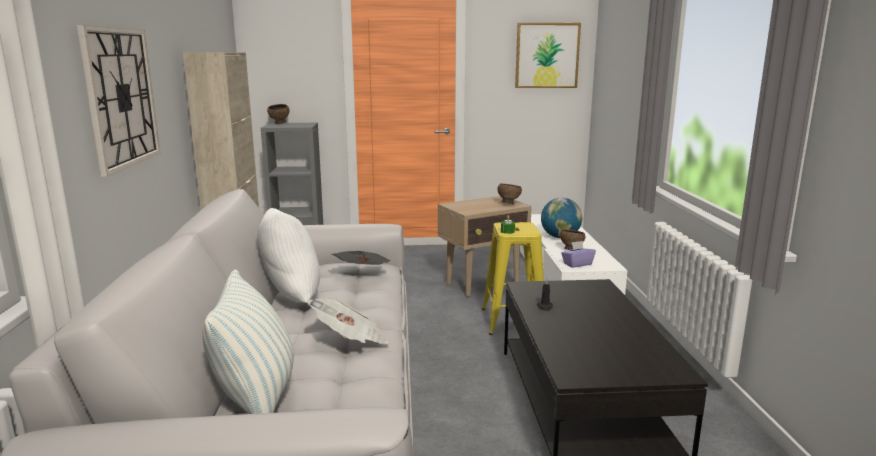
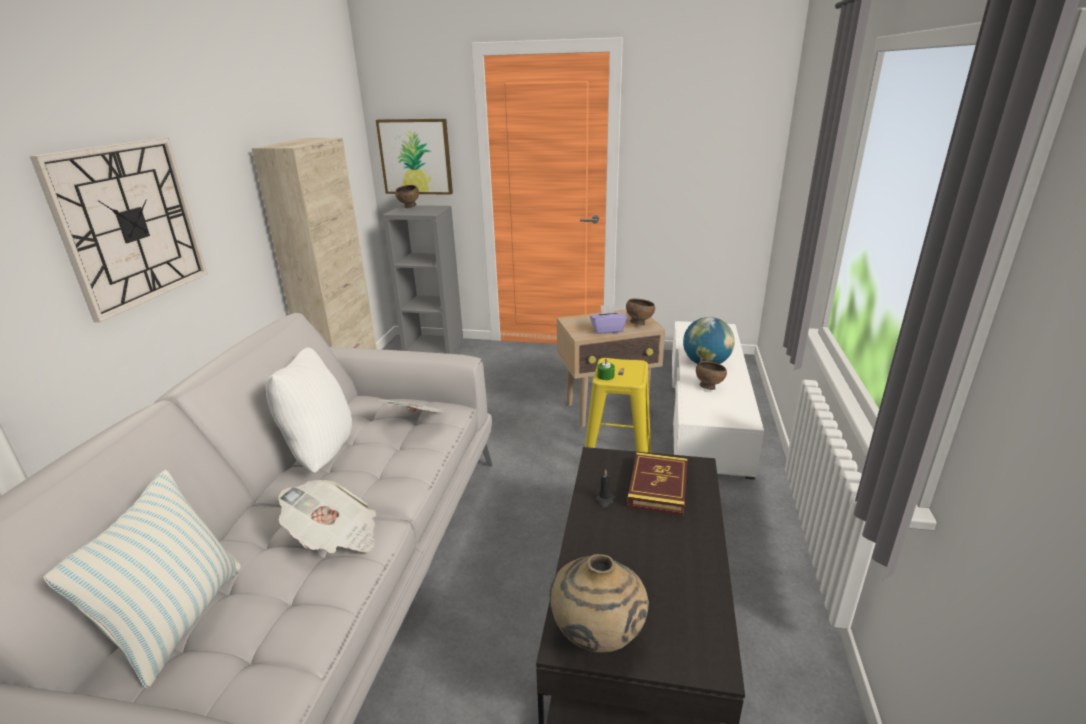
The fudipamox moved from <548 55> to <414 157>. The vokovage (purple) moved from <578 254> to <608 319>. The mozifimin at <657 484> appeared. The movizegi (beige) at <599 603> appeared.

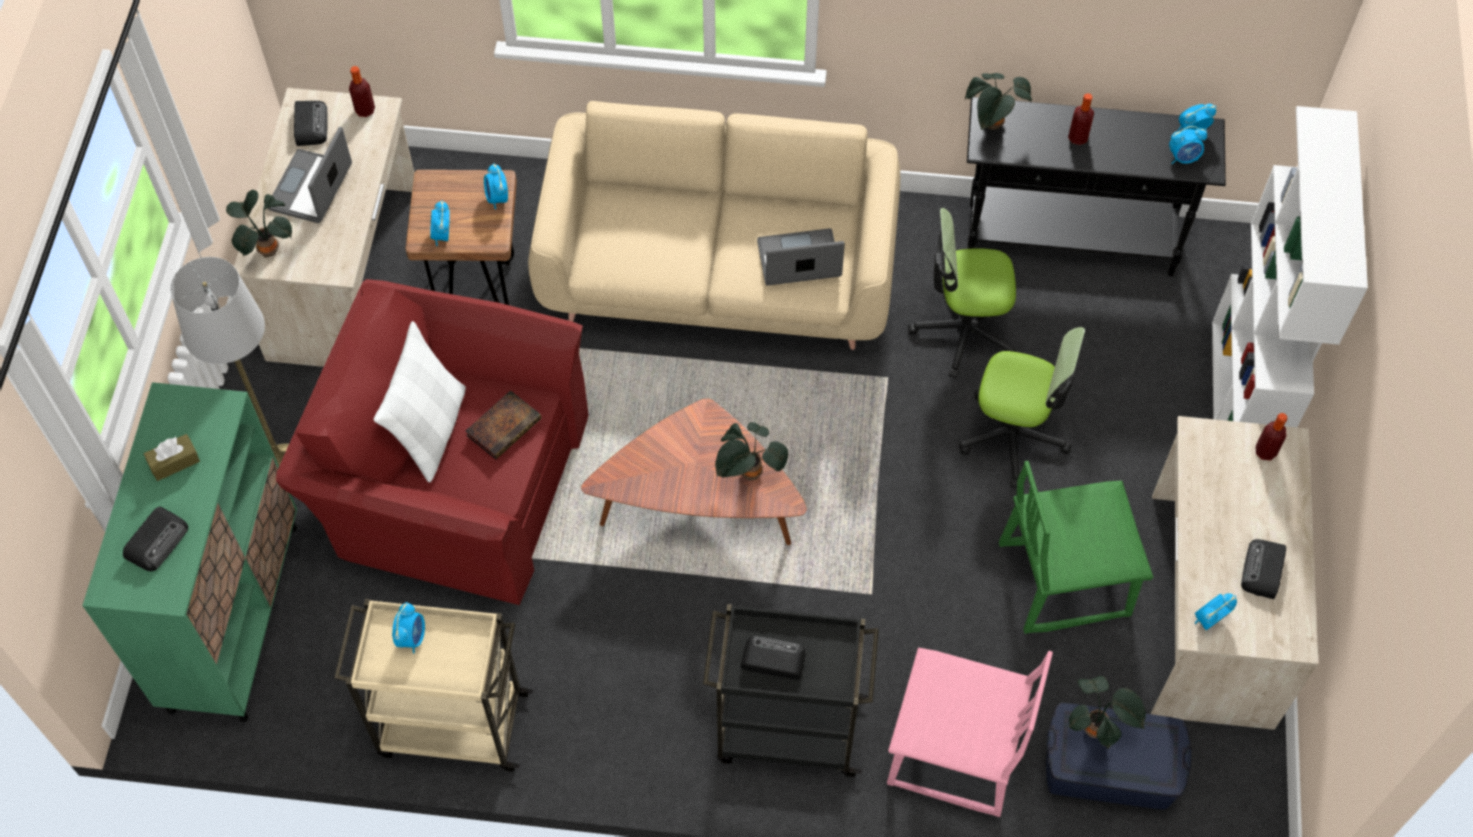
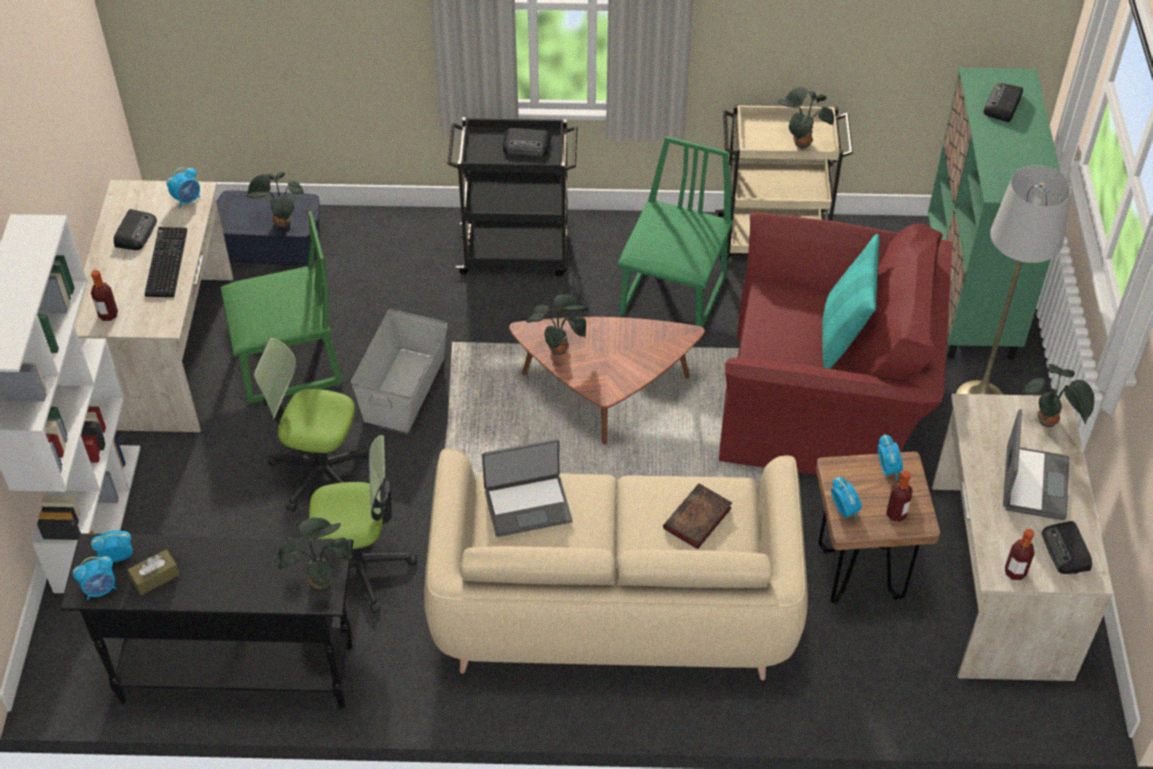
The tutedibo moved from <1081 119> to <899 496>. The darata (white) at <419 401> became the darata (turquoise) at <850 301>. The mozifimin moved from <503 425> to <697 516>. The vokovage (brown) moved from <172 457> to <153 572>. The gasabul at <408 628> was replaced by the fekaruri at <806 118>. The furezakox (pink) at <970 732> disappeared. The furezakox (green) at <675 231> appeared. The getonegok at <166 262> appeared. The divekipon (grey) at <399 371> appeared.

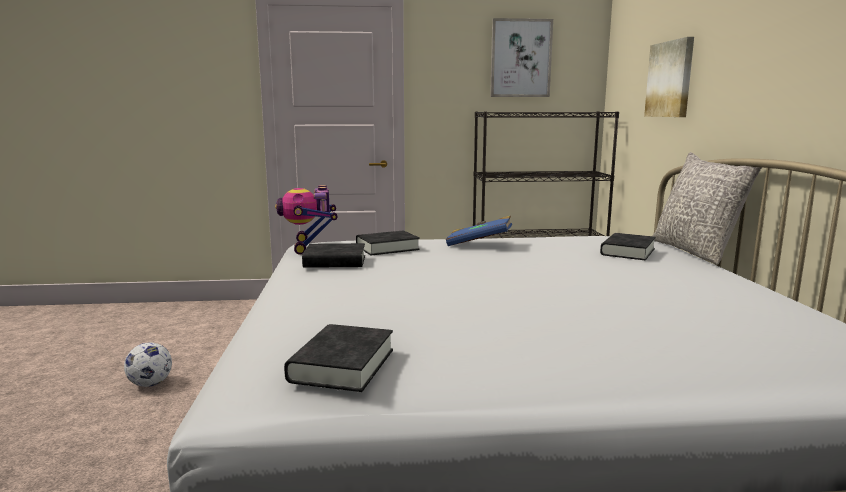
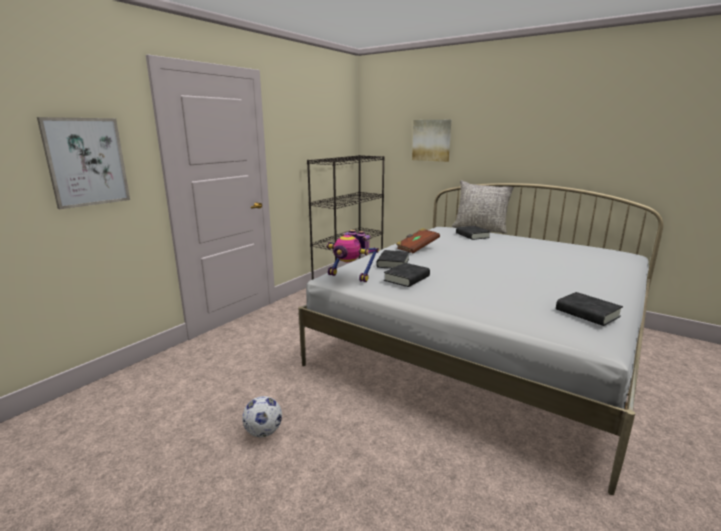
The fudipamox moved from <521 57> to <83 163>. The mozifimin (blue) at <479 231> became the mozifimin (brown) at <418 240>.

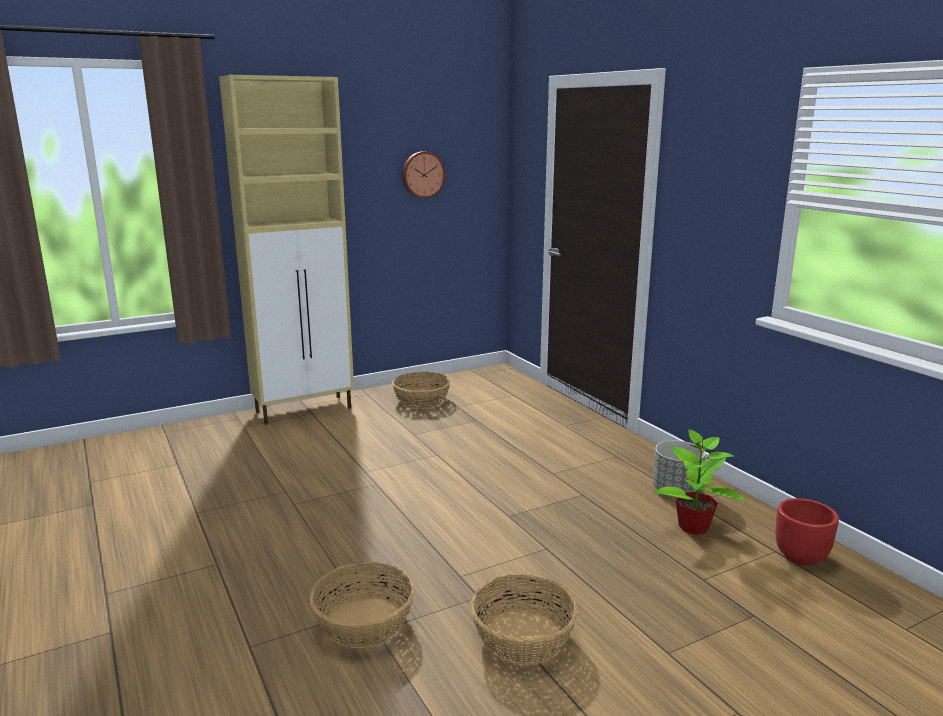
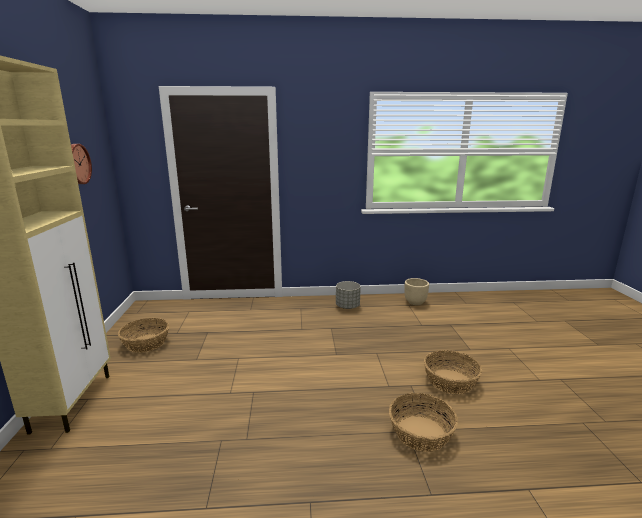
The fekaruri at <700 482> disappeared. The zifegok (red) at <807 532> became the zifegok (beige) at <417 291>.

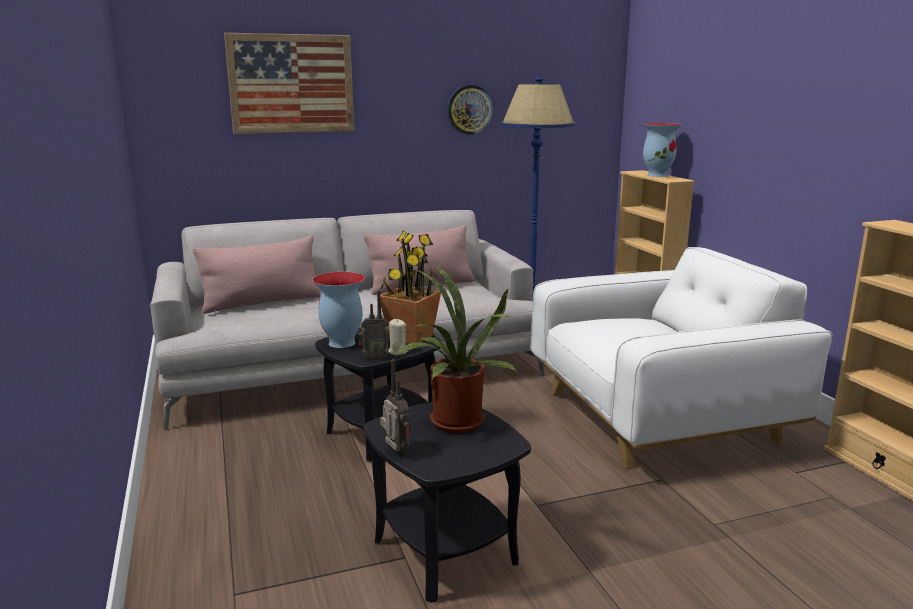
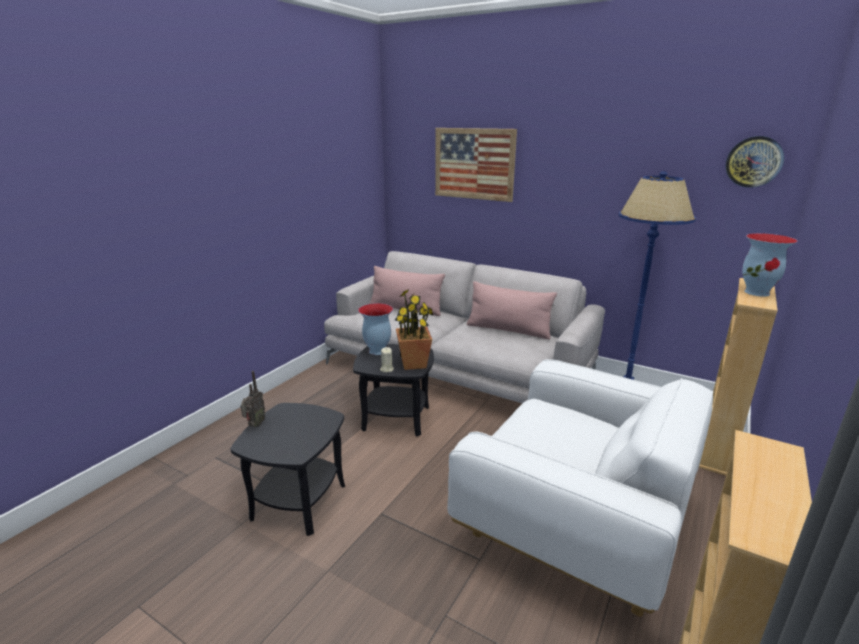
The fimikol moved from <470 110> to <754 162>. The fekaruri at <450 349> disappeared. The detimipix at <373 325> disappeared.

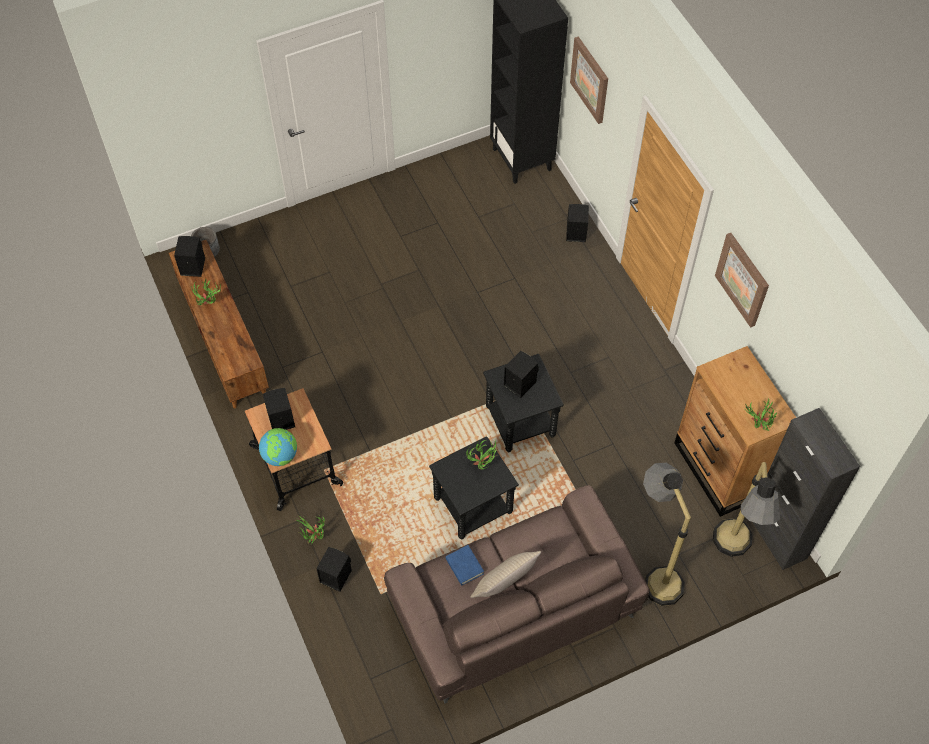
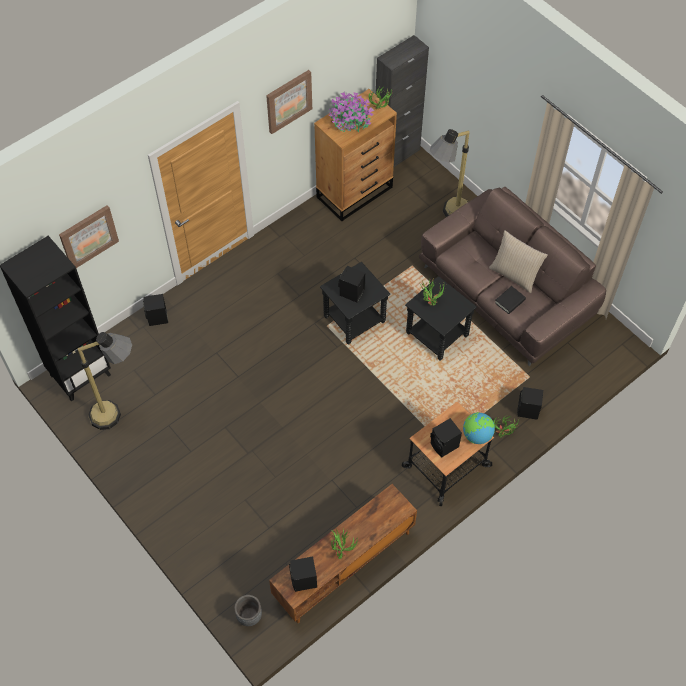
The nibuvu moved from <747 509> to <105 381>. The mozifimin (blue) at <464 565> became the mozifimin (black) at <510 300>. The fekaruri at <351 112> appeared.

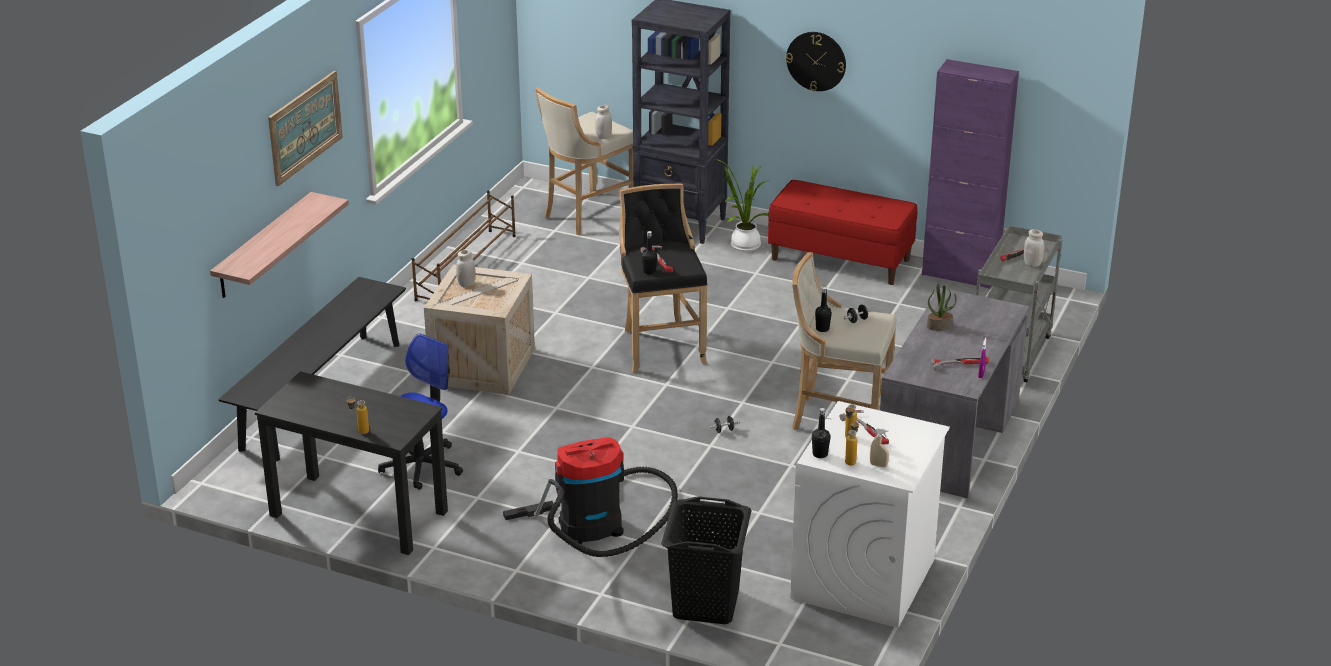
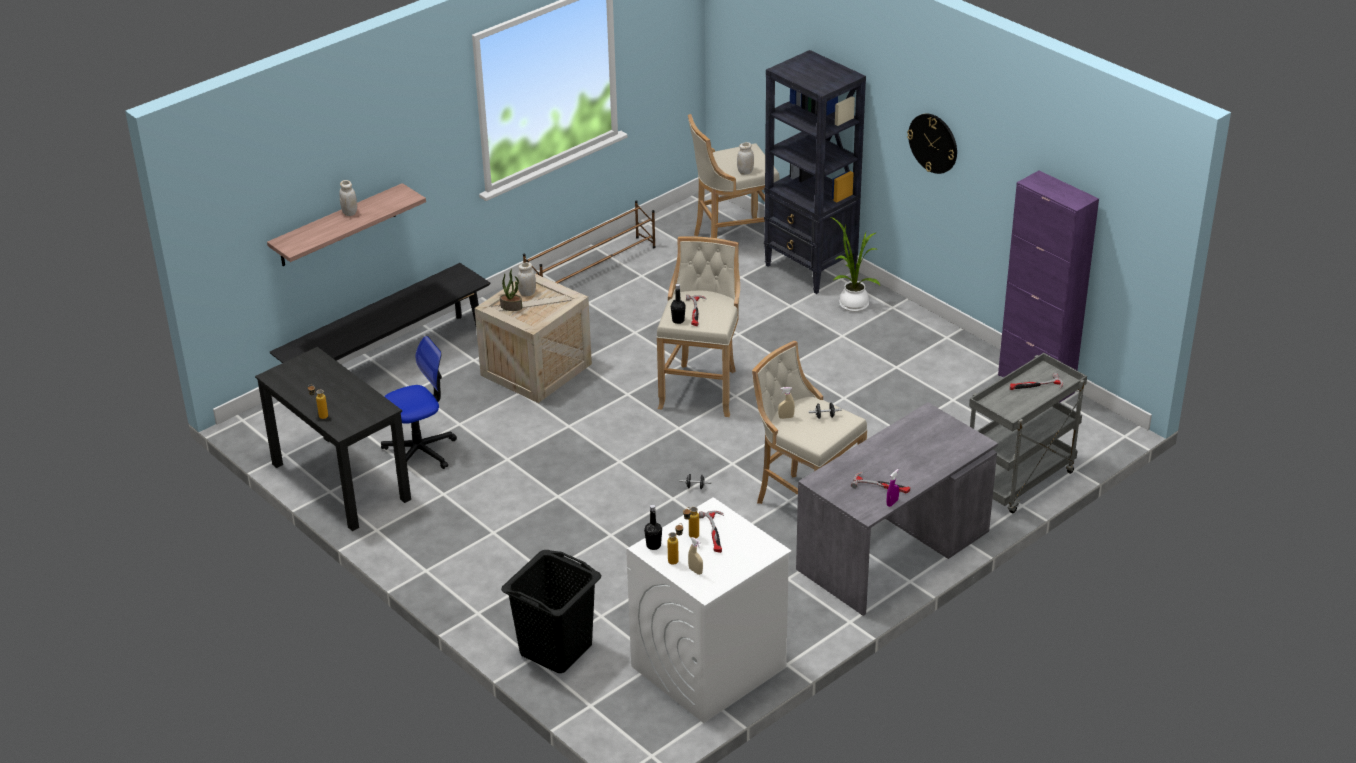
The fudipamox at <305 128> disappeared. The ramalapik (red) at <843 232> disappeared. The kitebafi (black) at <663 278> became the kitebafi (beige) at <698 326>. The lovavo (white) moved from <1034 248> to <348 198>. The fekaruri moved from <942 307> to <511 290>. The tutedibo (black) at <823 309> was replaced by the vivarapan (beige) at <786 403>. The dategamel at <590 497> disappeared.

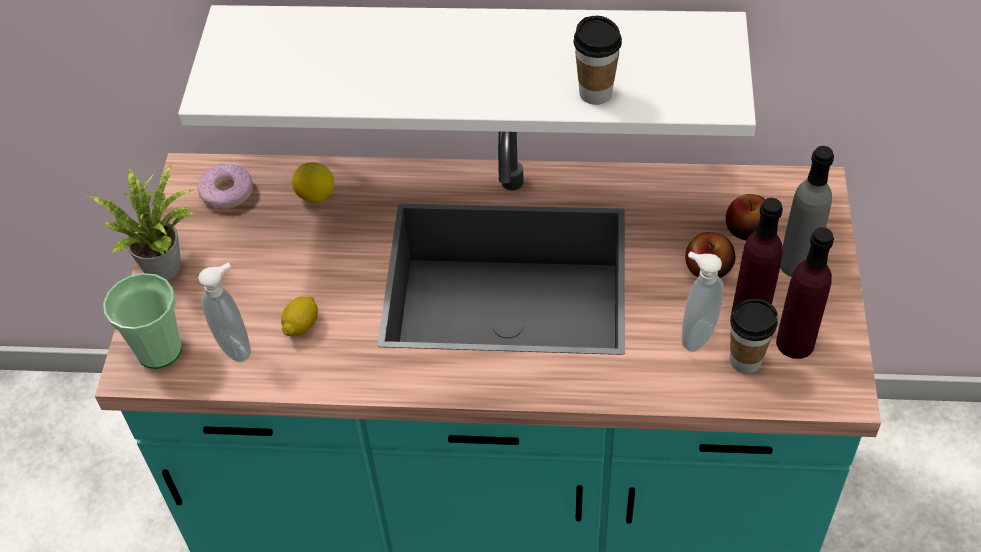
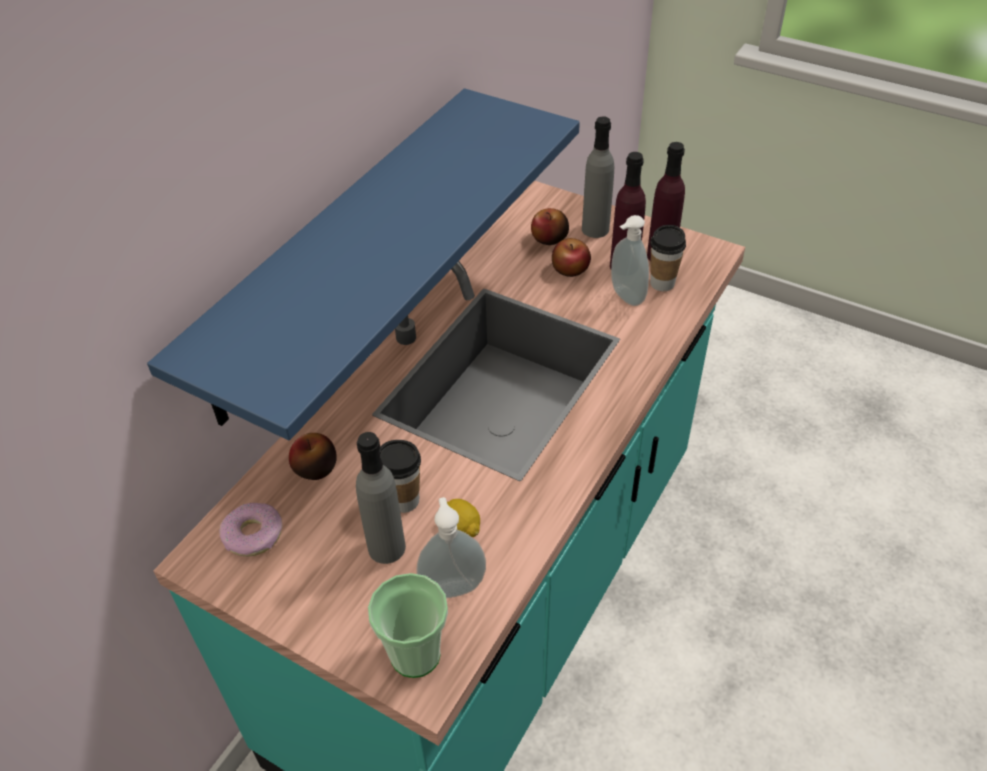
The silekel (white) at <467 70> became the silekel (blue) at <363 264>. The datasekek moved from <598 60> to <400 476>. The fekaruri at <142 221> disappeared. The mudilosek at <313 183> was replaced by the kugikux at <313 456>. The tutedibo (grey) at <381 498> appeared.

